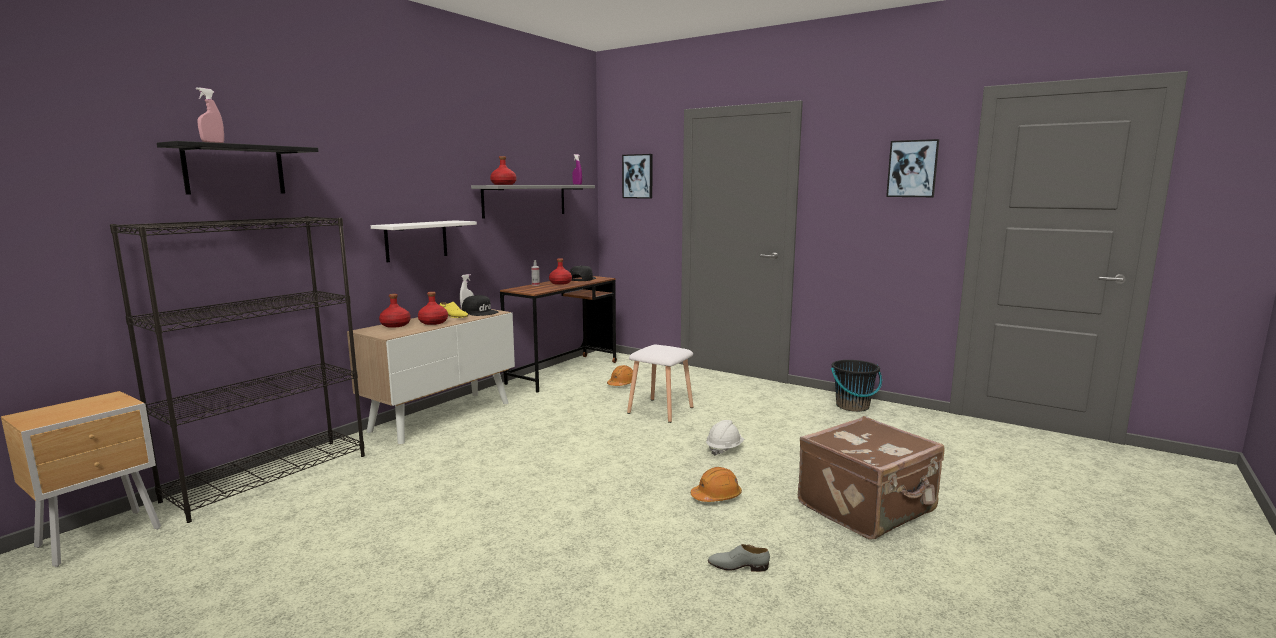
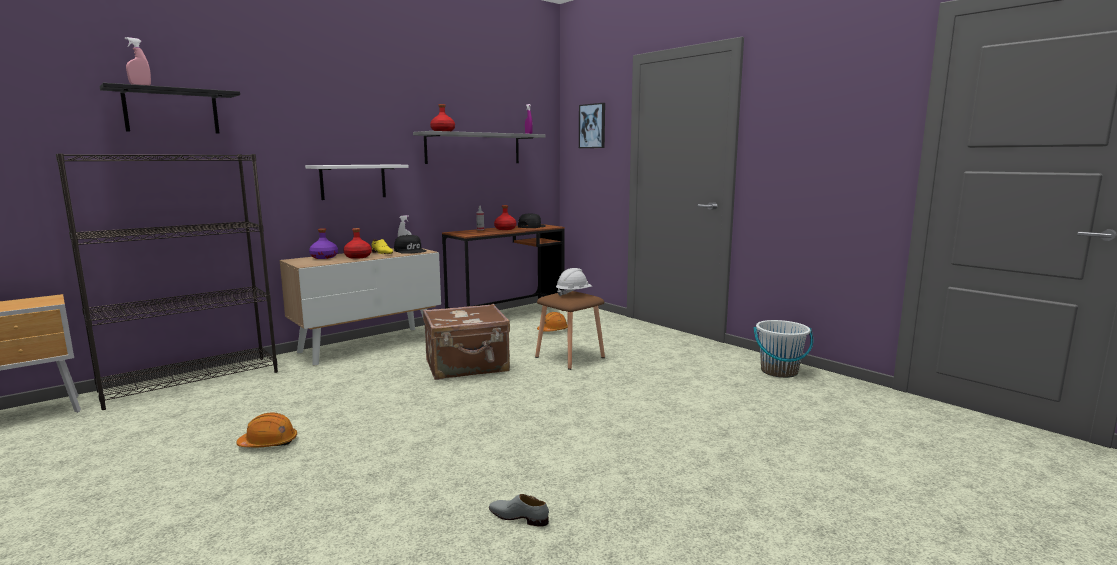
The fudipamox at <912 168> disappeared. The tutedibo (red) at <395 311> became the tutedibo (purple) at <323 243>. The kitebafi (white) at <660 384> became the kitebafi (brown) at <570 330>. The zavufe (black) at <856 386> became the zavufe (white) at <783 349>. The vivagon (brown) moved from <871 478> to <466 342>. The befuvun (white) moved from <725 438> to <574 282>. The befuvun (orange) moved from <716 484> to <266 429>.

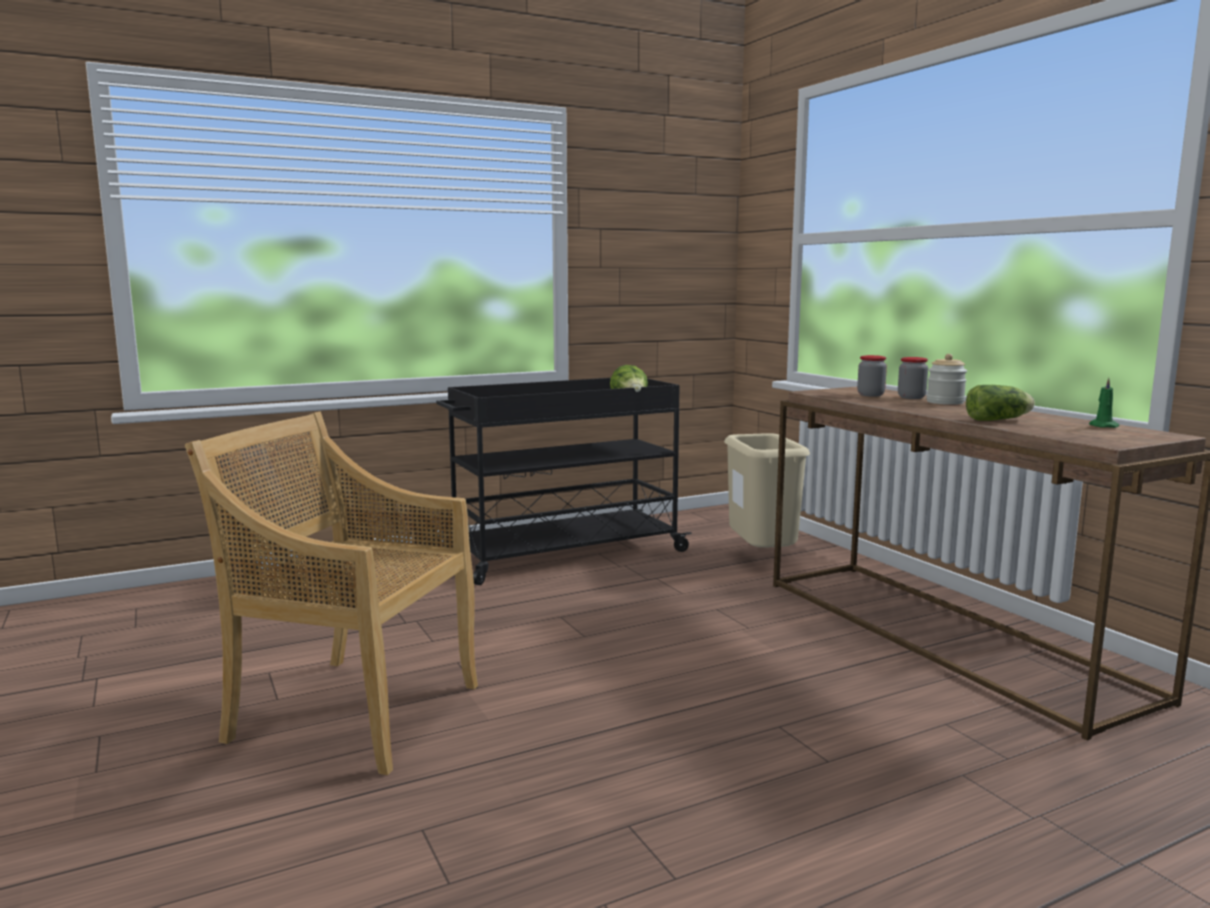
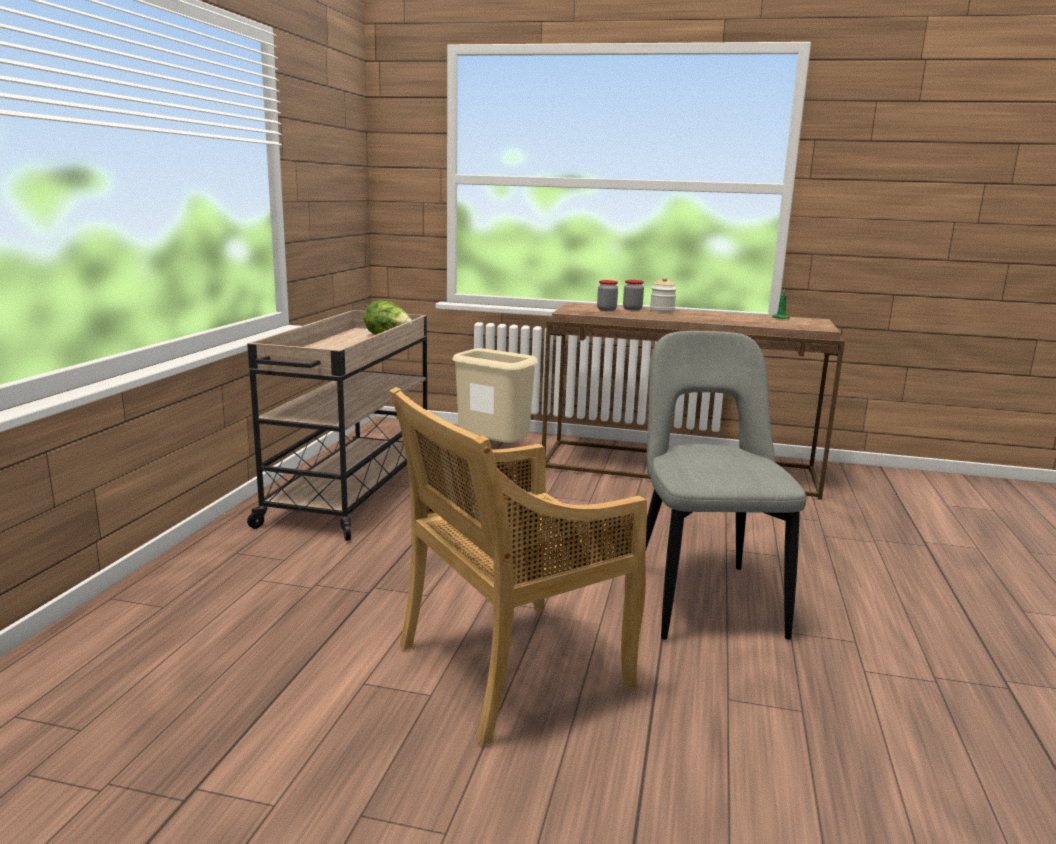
The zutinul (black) at <564 481> became the zutinul (beige) at <337 425>. The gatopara at <1000 403> disappeared. The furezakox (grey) at <726 485> appeared.

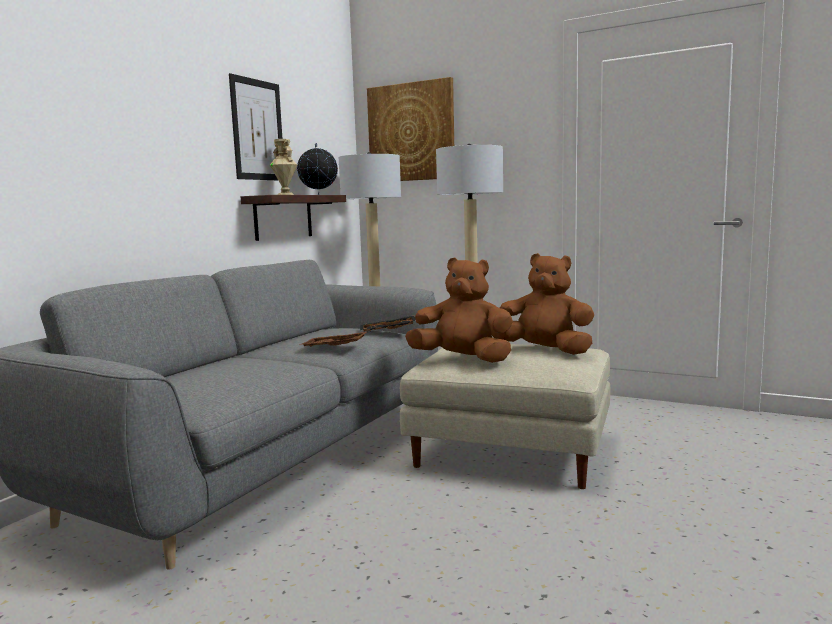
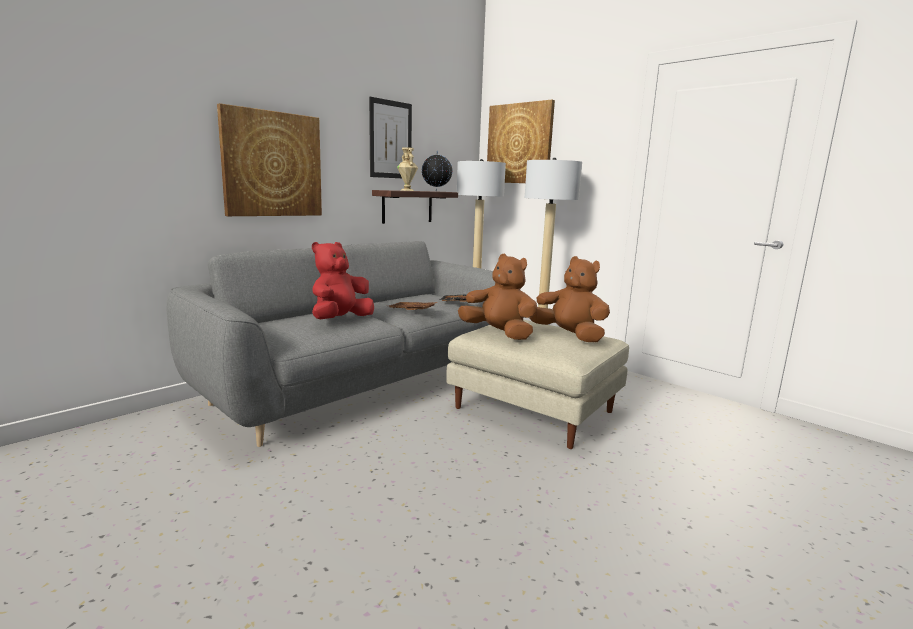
The fudipamox at <269 159> appeared. The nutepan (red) at <343 280> appeared.

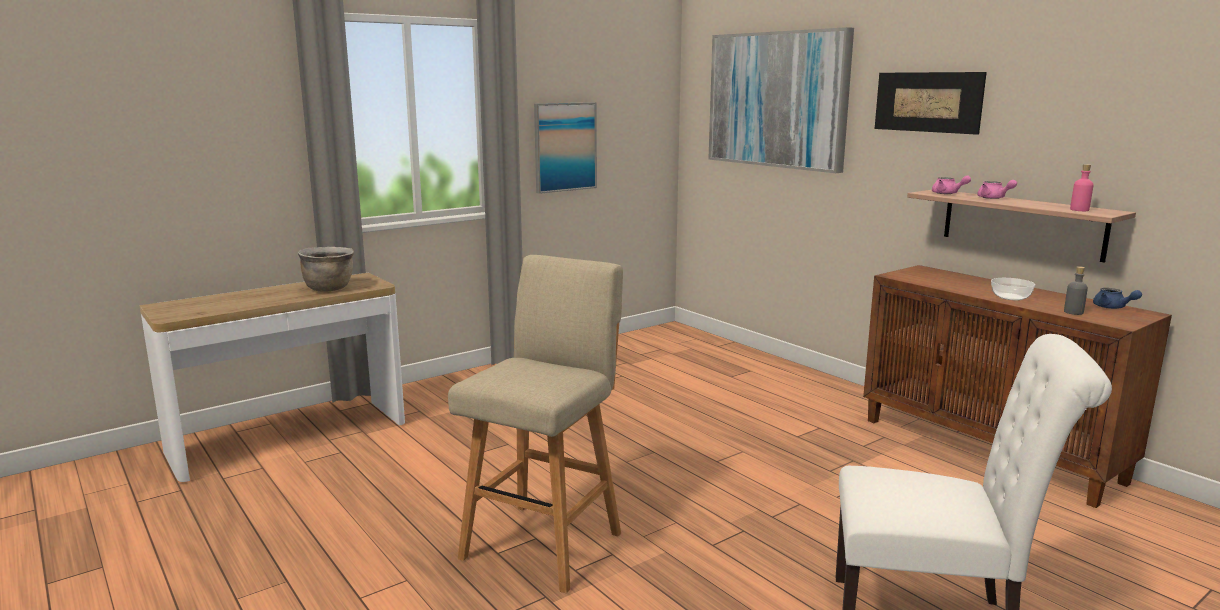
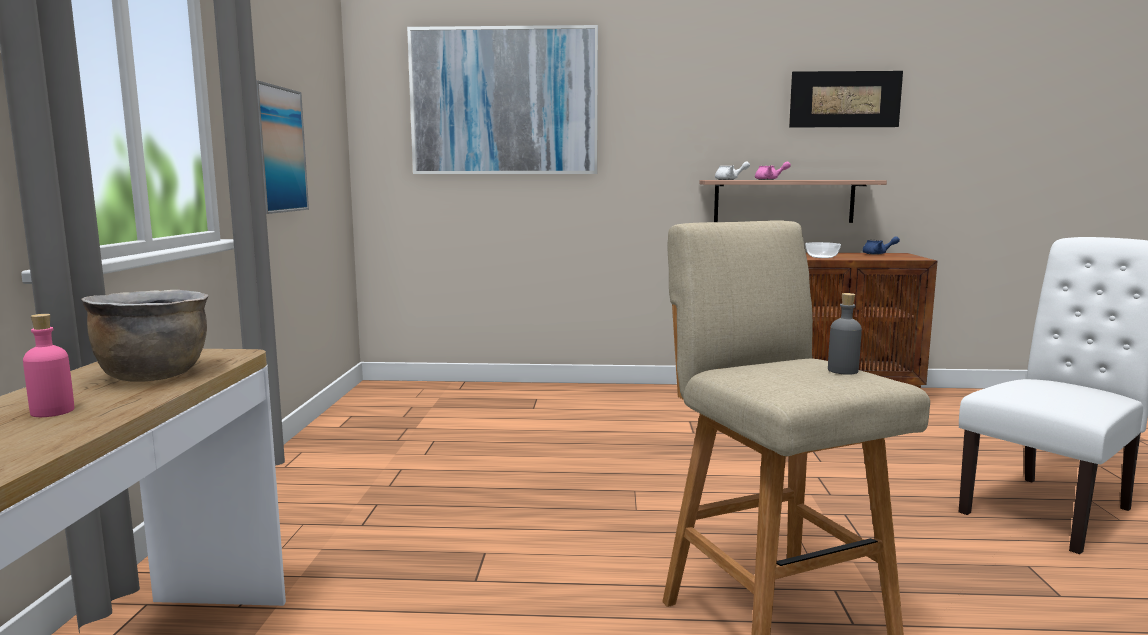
The fudipamox moved from <931 103> to <846 99>. The tutedibo (pink) moved from <1082 187> to <48 365>. The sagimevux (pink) at <951 185> became the sagimevux (white) at <732 170>. The tutedibo (grey) moved from <1076 290> to <845 334>.

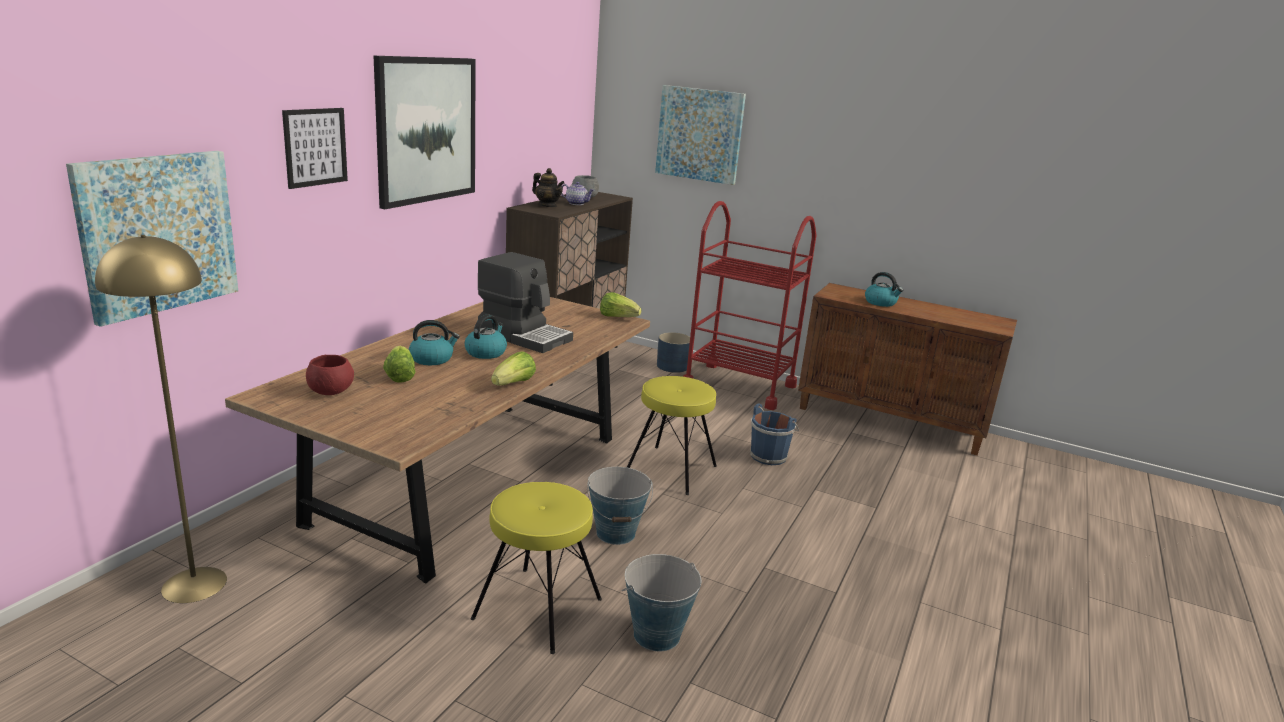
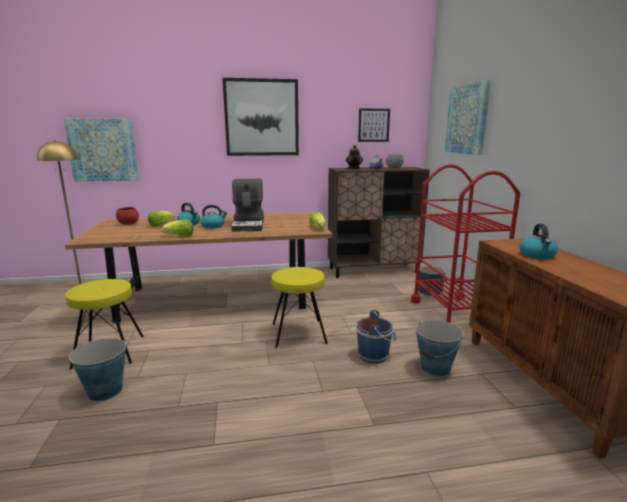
The fudipamox moved from <315 148> to <374 125>. The zavufe moved from <620 506> to <439 348>.

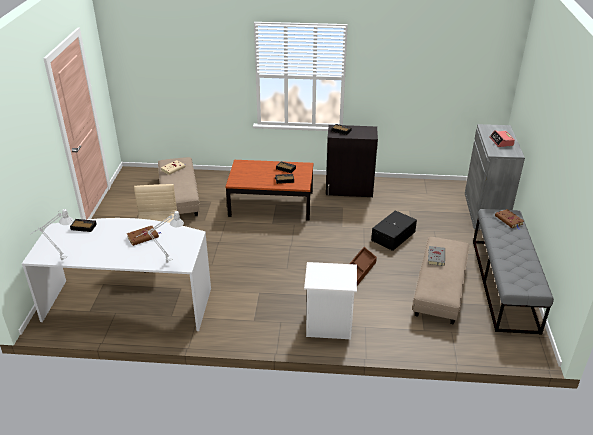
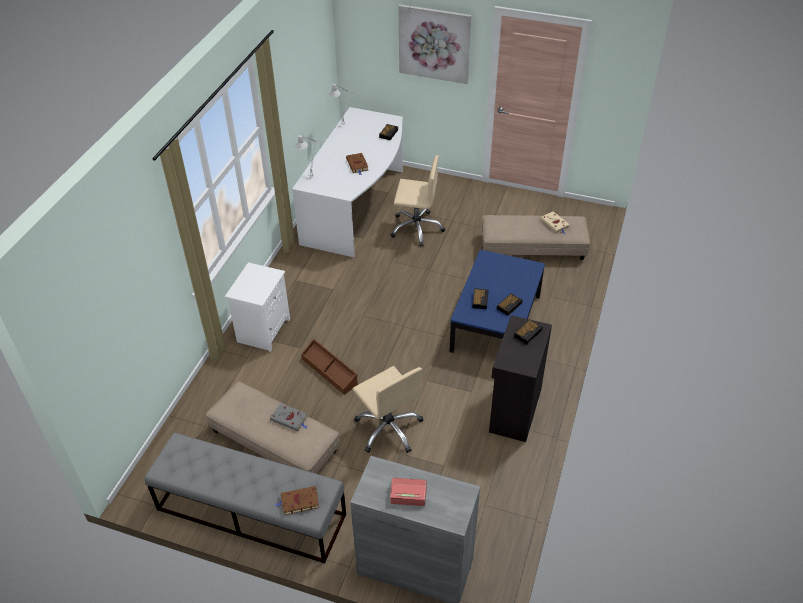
The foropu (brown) at <269 190> became the foropu (blue) at <497 301>. The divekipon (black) at <394 230> was replaced by the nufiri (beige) at <388 409>. The fudipamox at <435 44> appeared.

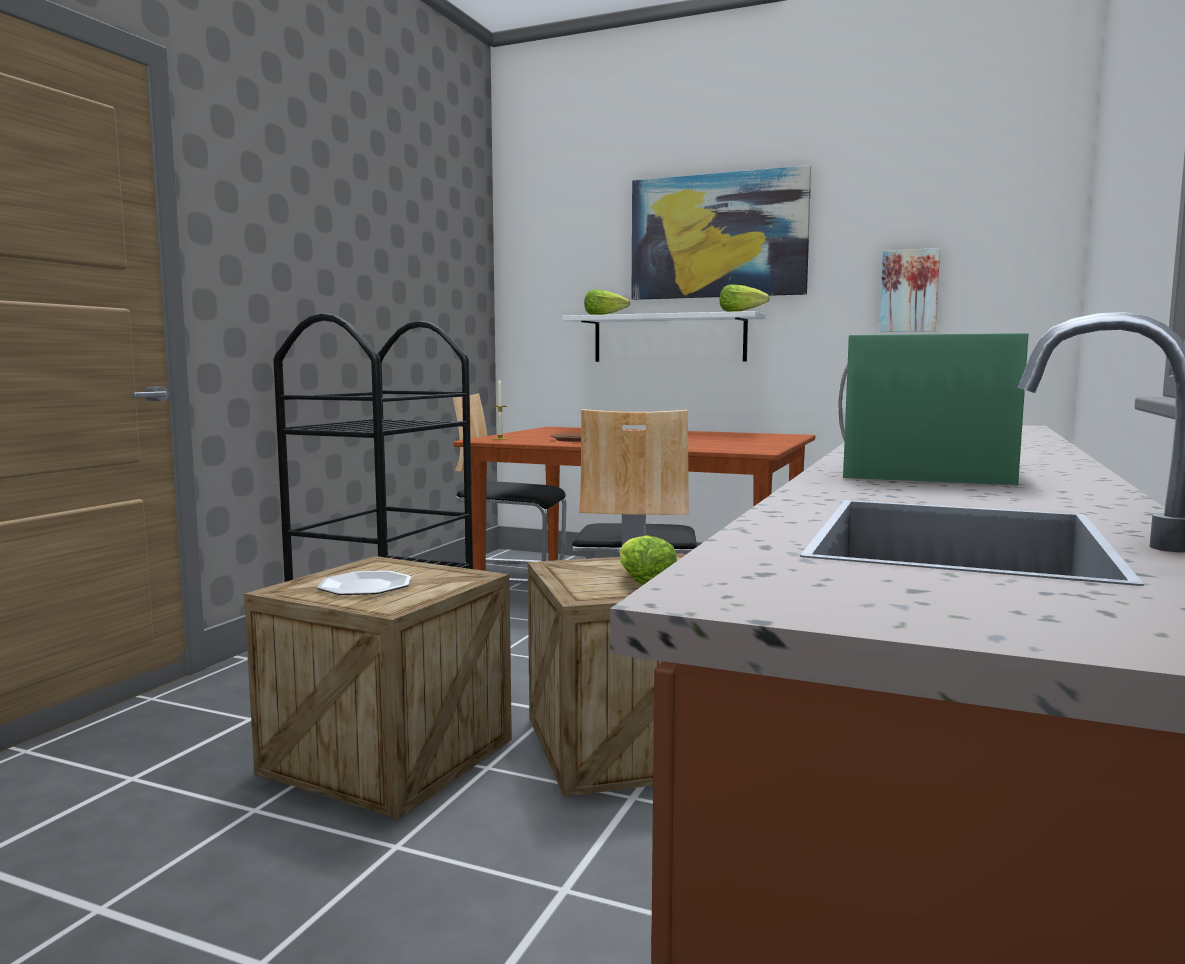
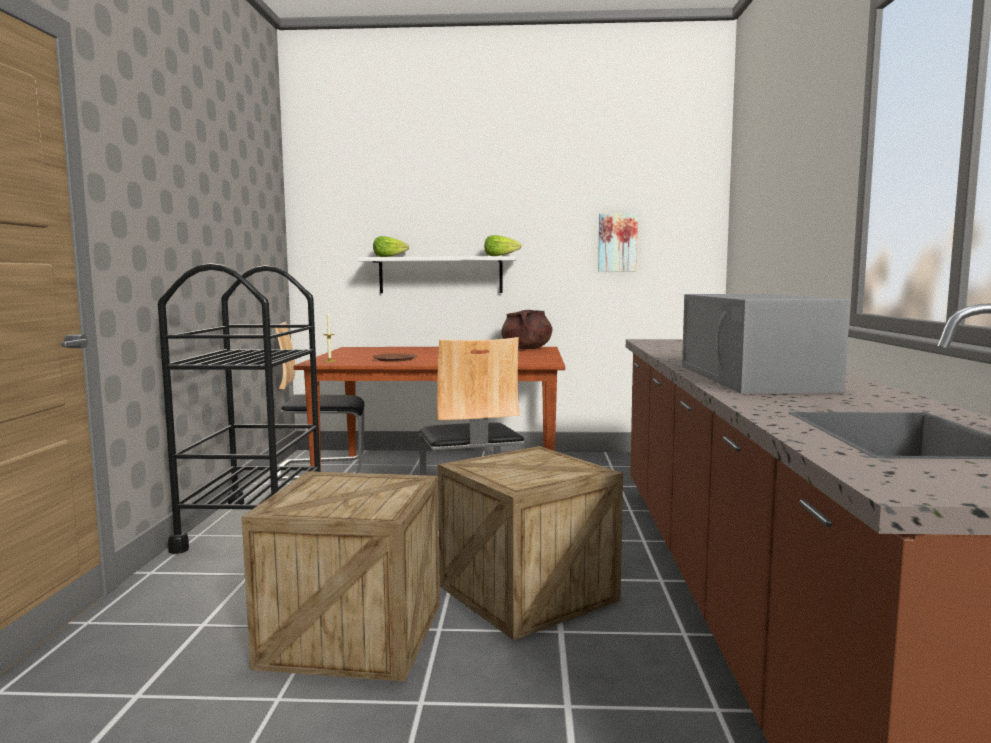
The fudipamox at <721 232> disappeared. The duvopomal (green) at <933 409> became the duvopomal (grey) at <766 343>. The gatopara at <648 560> disappeared. The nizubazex at <364 583> disappeared. The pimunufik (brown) at <526 329> appeared.

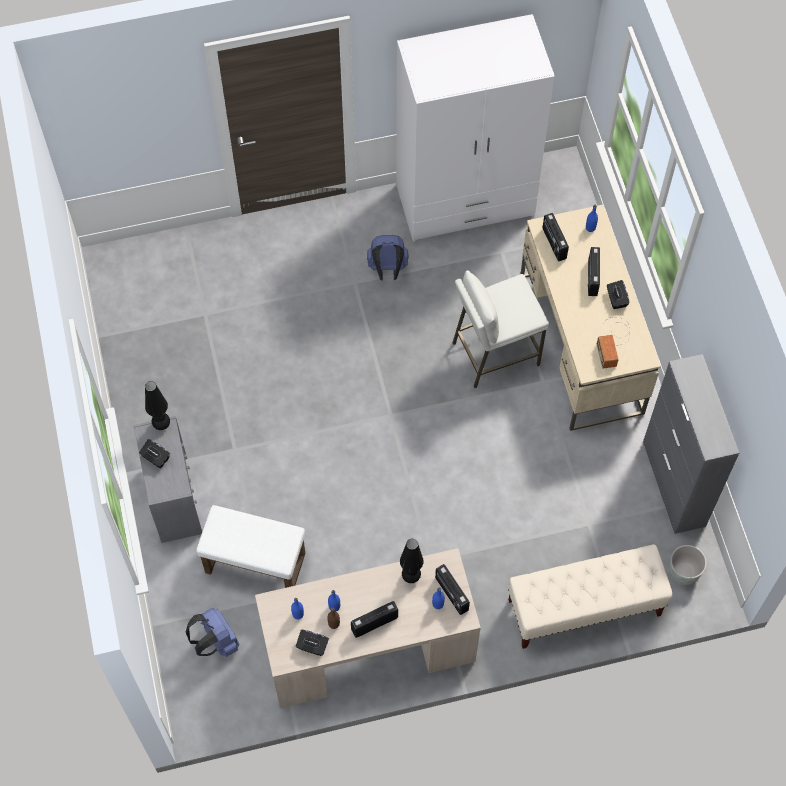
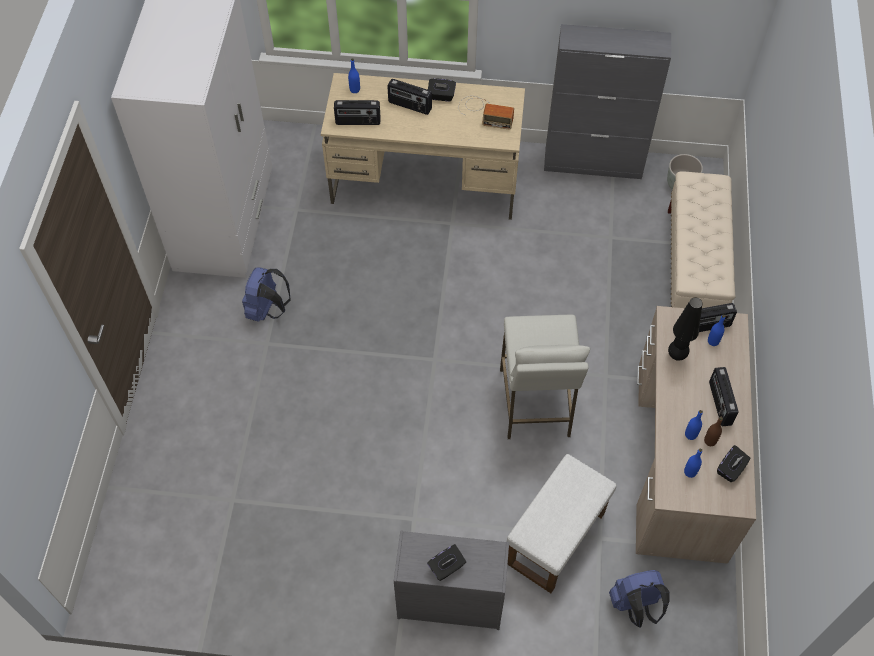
The kitebafi (white) moved from <501 329> to <545 377>. The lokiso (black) at <157 405> disappeared.

